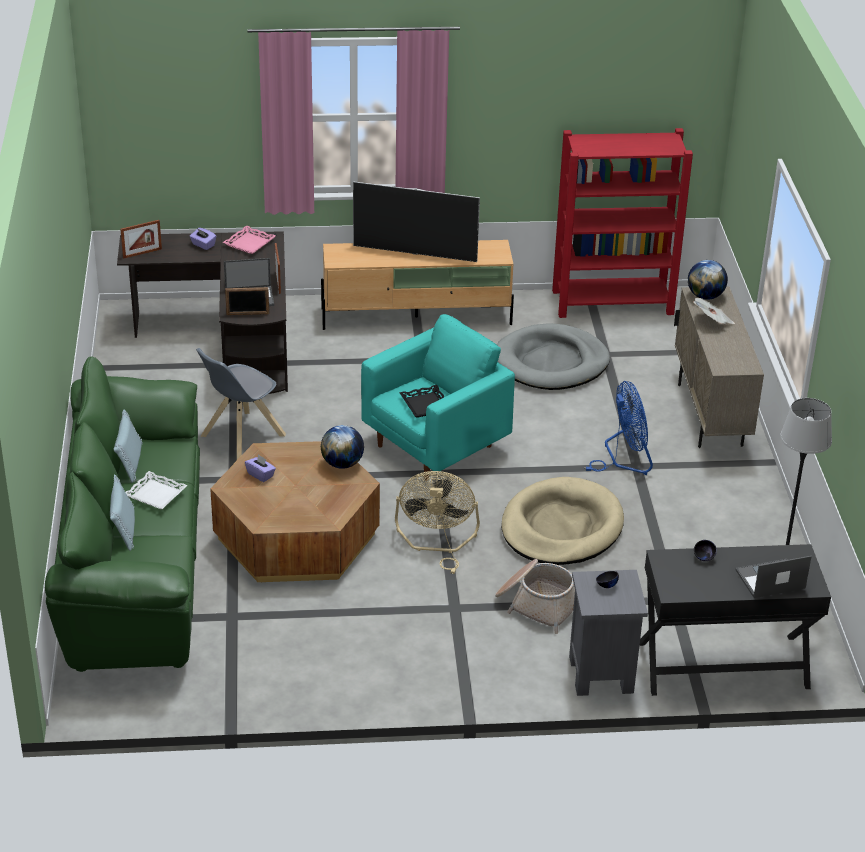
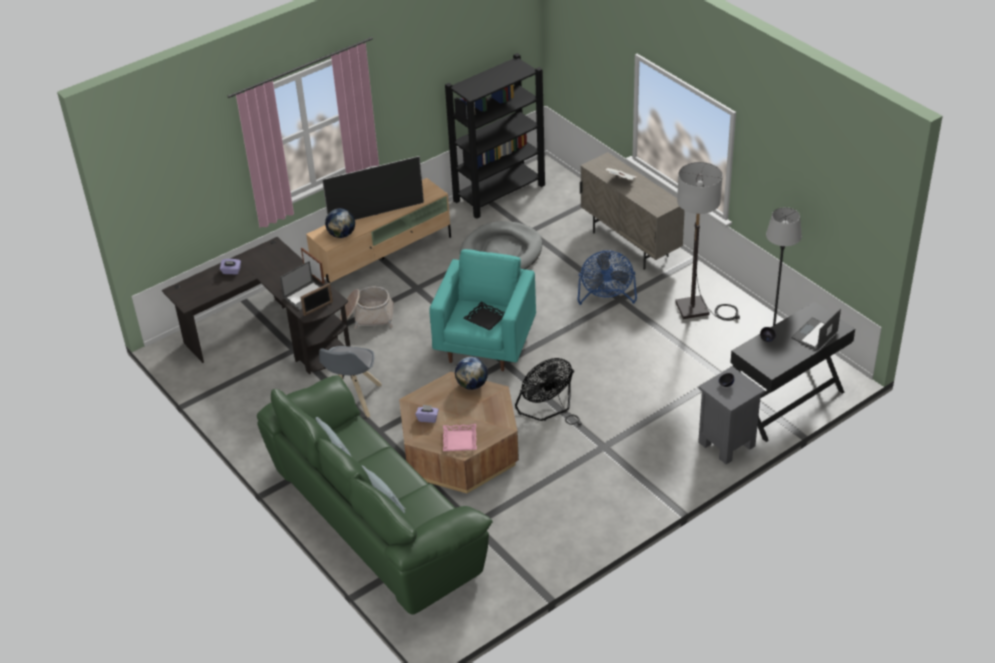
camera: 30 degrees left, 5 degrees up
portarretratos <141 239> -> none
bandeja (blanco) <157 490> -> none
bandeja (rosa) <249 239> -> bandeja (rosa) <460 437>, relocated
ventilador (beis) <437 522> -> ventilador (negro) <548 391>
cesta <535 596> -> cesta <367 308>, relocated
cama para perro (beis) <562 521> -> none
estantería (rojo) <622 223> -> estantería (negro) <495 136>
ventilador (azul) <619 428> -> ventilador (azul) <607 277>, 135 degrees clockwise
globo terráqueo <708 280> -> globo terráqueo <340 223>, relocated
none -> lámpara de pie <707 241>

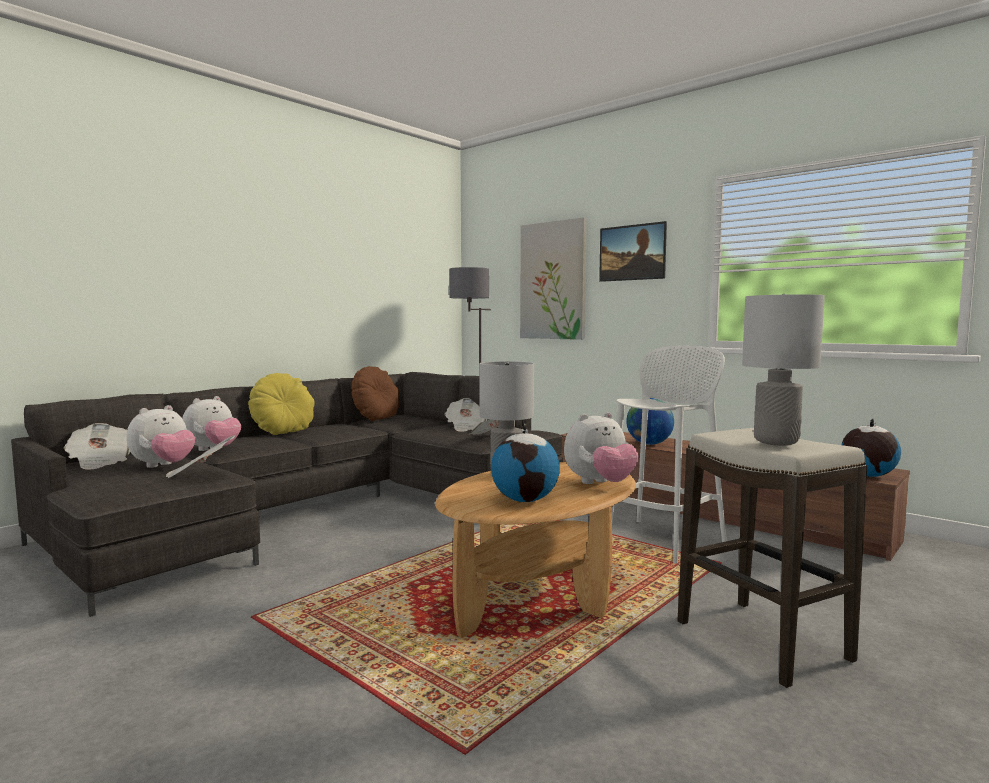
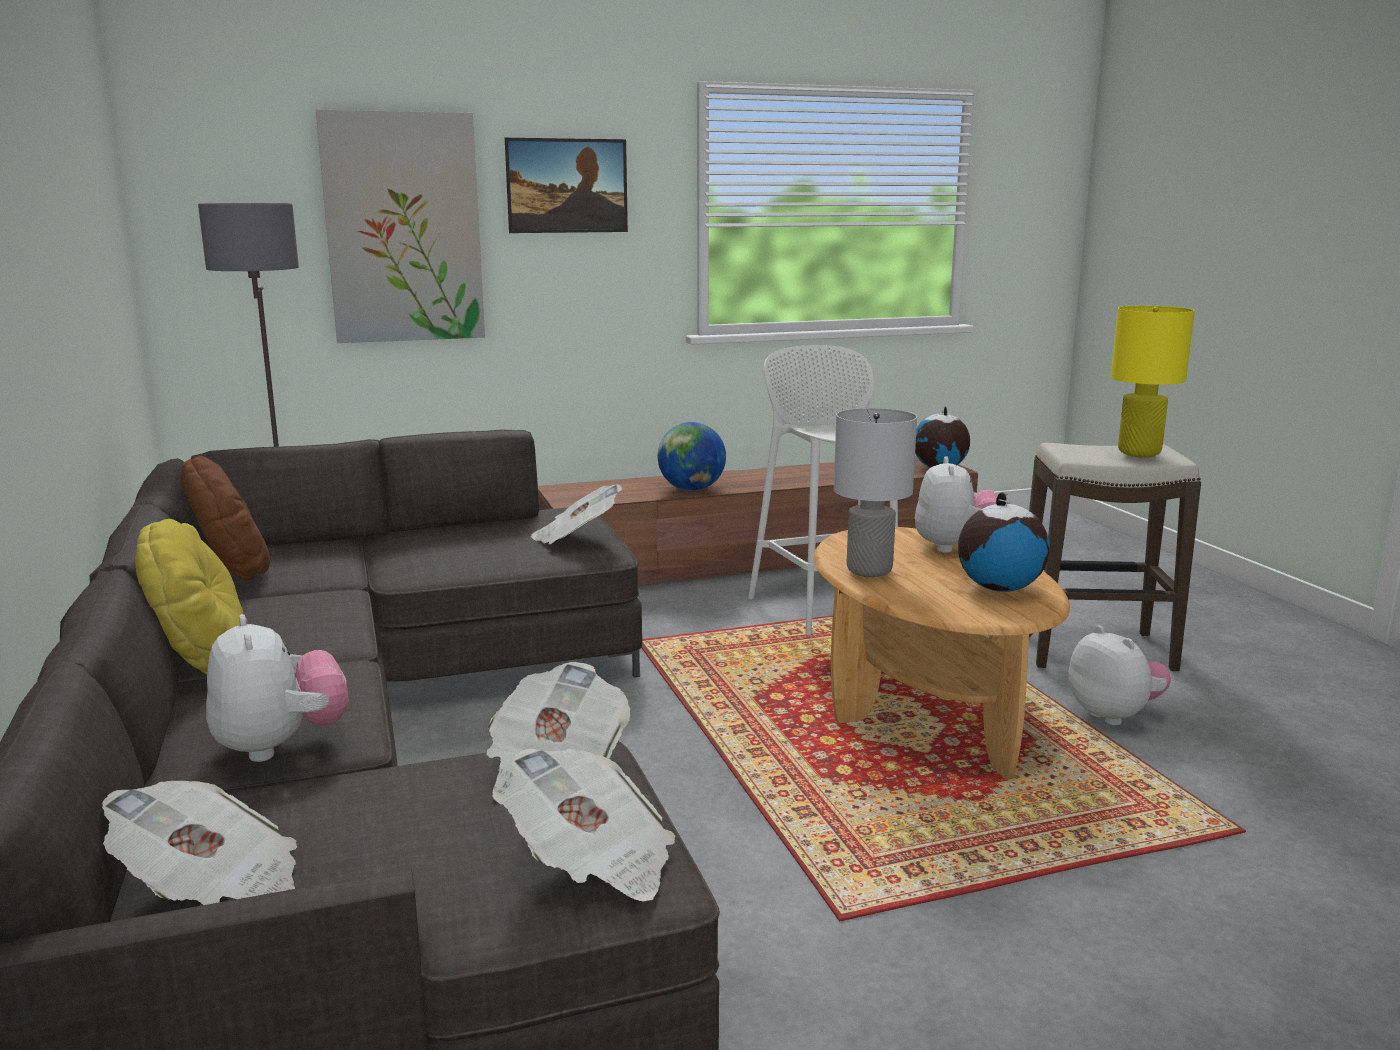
camera: 60 degrees left, 10 degrees up
peluche <160 436> -> peluche <1120 675>, relocated
periódico <466 415> -> periódico <588 825>, relocated
lámpara de mesa (gris) <783 370> -> lámpara de mesa (amarillo) <1153 382>

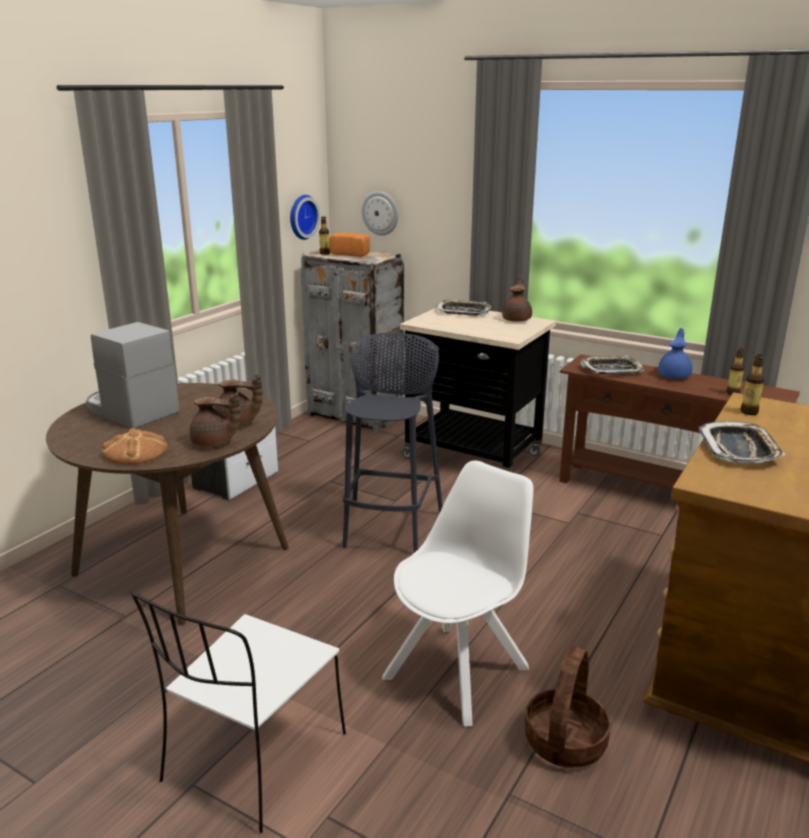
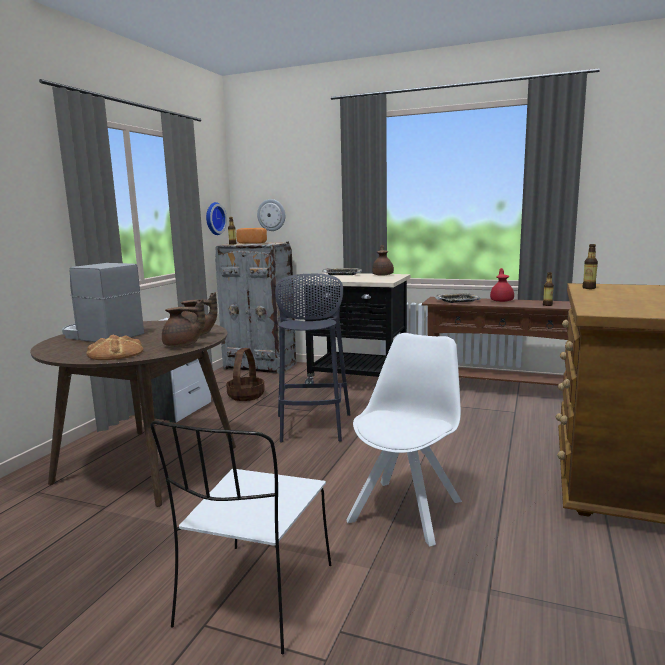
camera: 10 degrees left, 10 degrees down
cesta <568 707> -> cesta <245 374>, relocated
tetera (azul) <675 353> -> tetera (rojo) <502 285>
bandeja <742 442> -> none

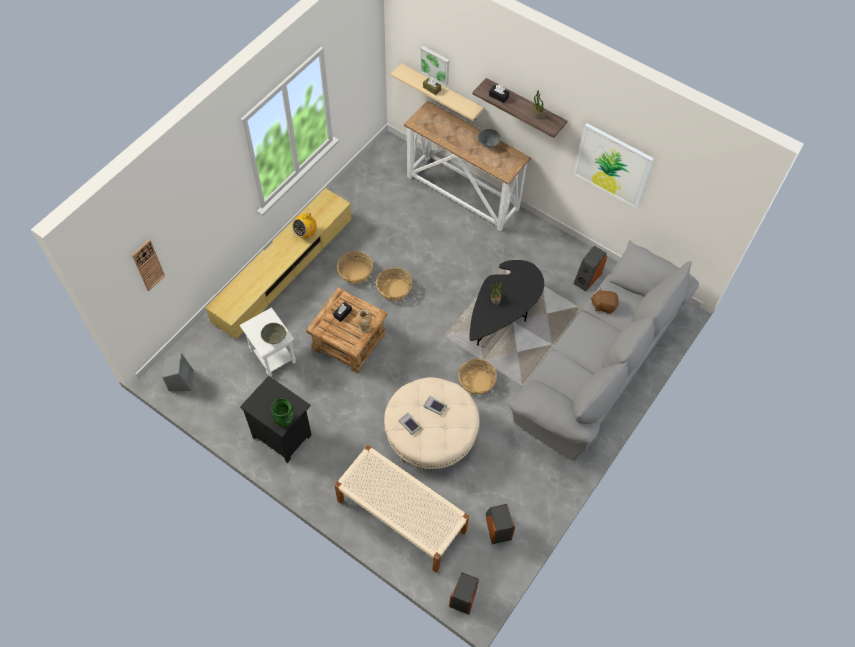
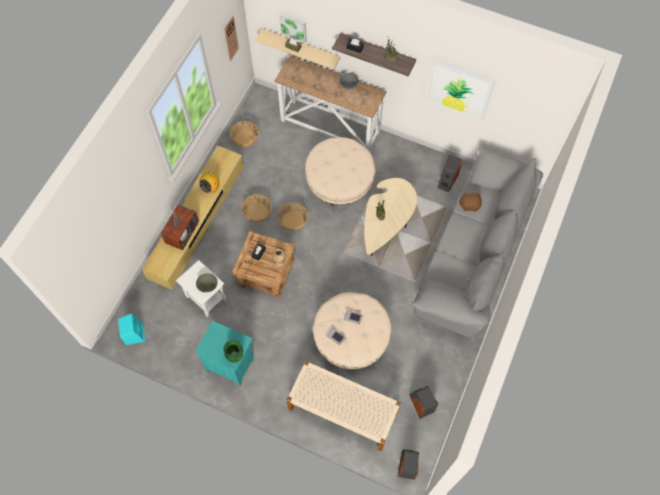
camera: 10 degrees left, 5 degrees up
reloj de pared <148 265> -> reloj de pared <231 38>, relocated
altavoz (gris) <178 372> -> altavoz (turquesa) <131 329>
mesita de noche (negro) <276 419> -> mesita de noche (turquesa) <224 353>
cesta <477 377> -> cesta <244 134>, relocated
mesa de centro (negro) <507 303> -> mesa de centro (beis) <390 217>
none -> televisor <180 227>
none -> puf (beis) <340 172>

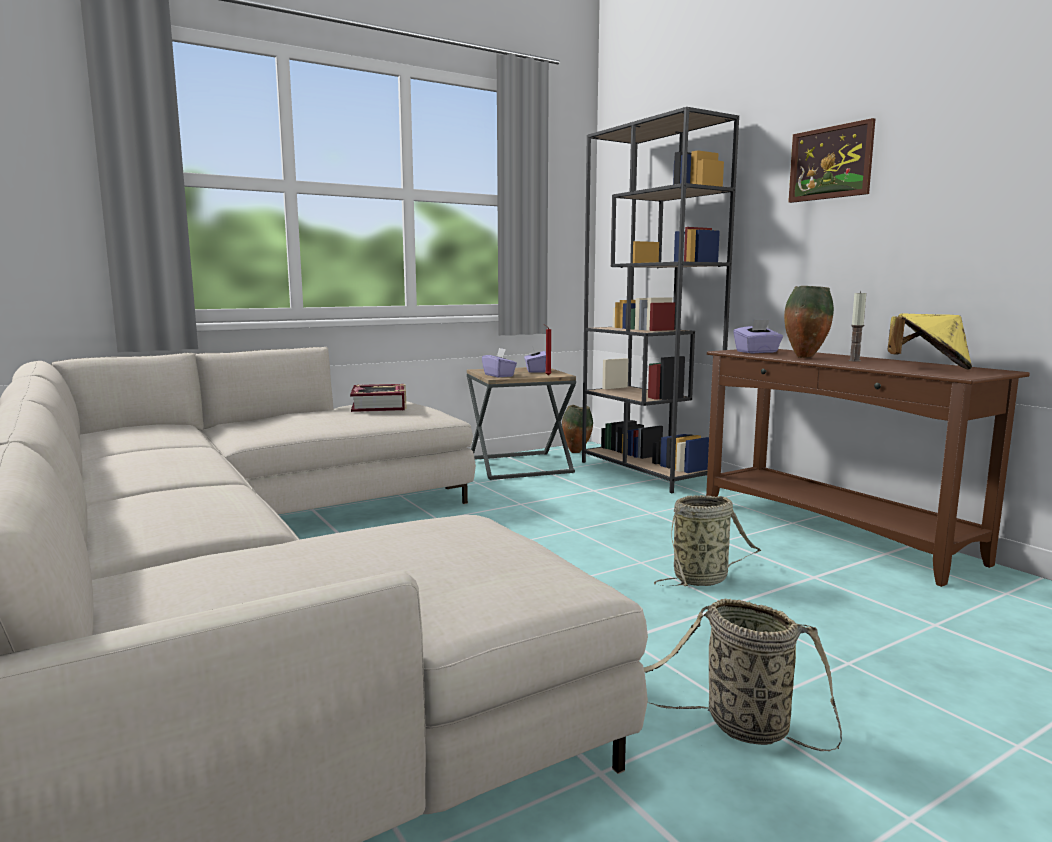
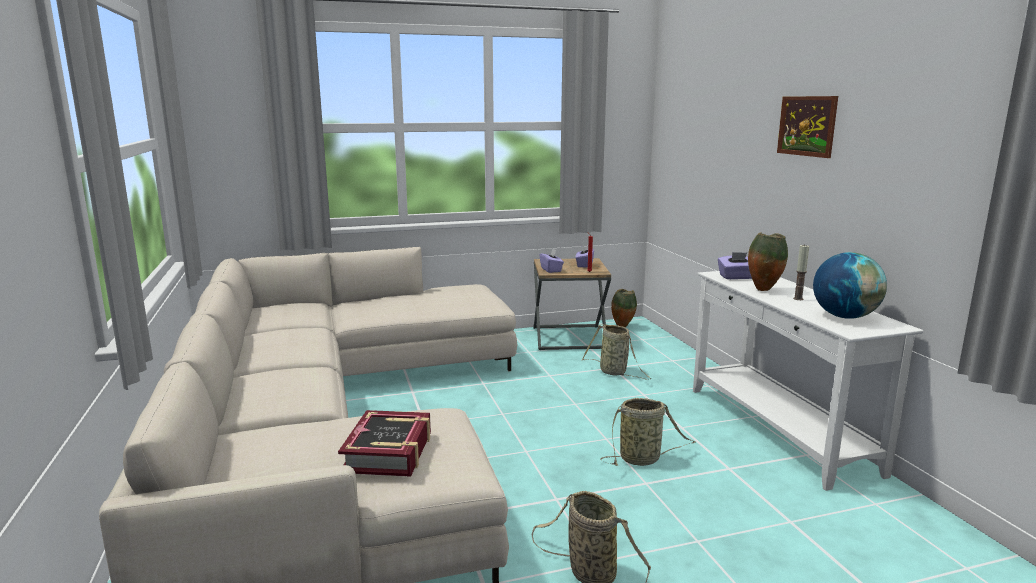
camera: 15 degrees right, 5 degrees up
libro <378 398> -> libro <384 443>, relocated
estantería <660 300> -> none
mesa consola (marrón) <868 468> -> mesa consola (blanco) <808 381>
sombrero (amarillo) <929 341> -> globo terráqueo <850 285>
none -> cesta <616 352>

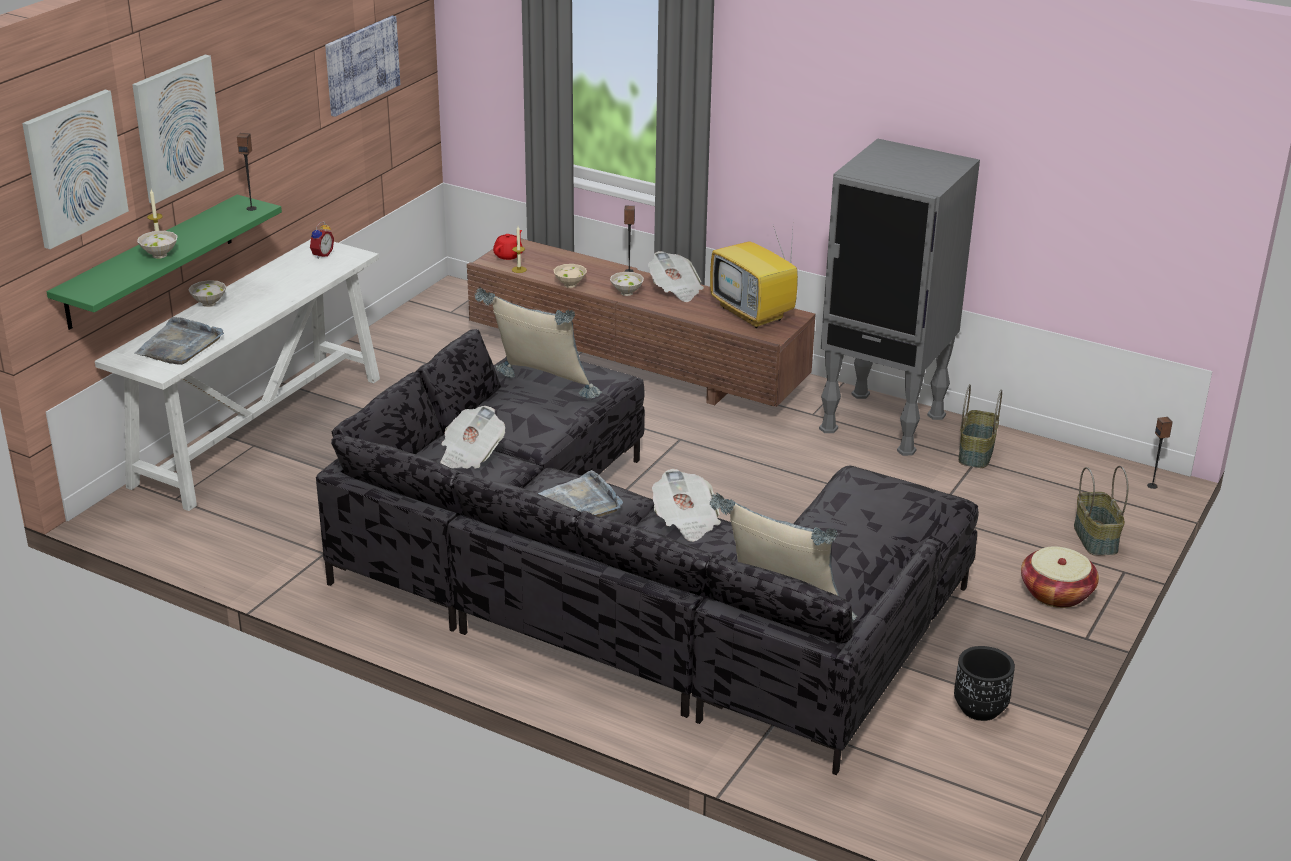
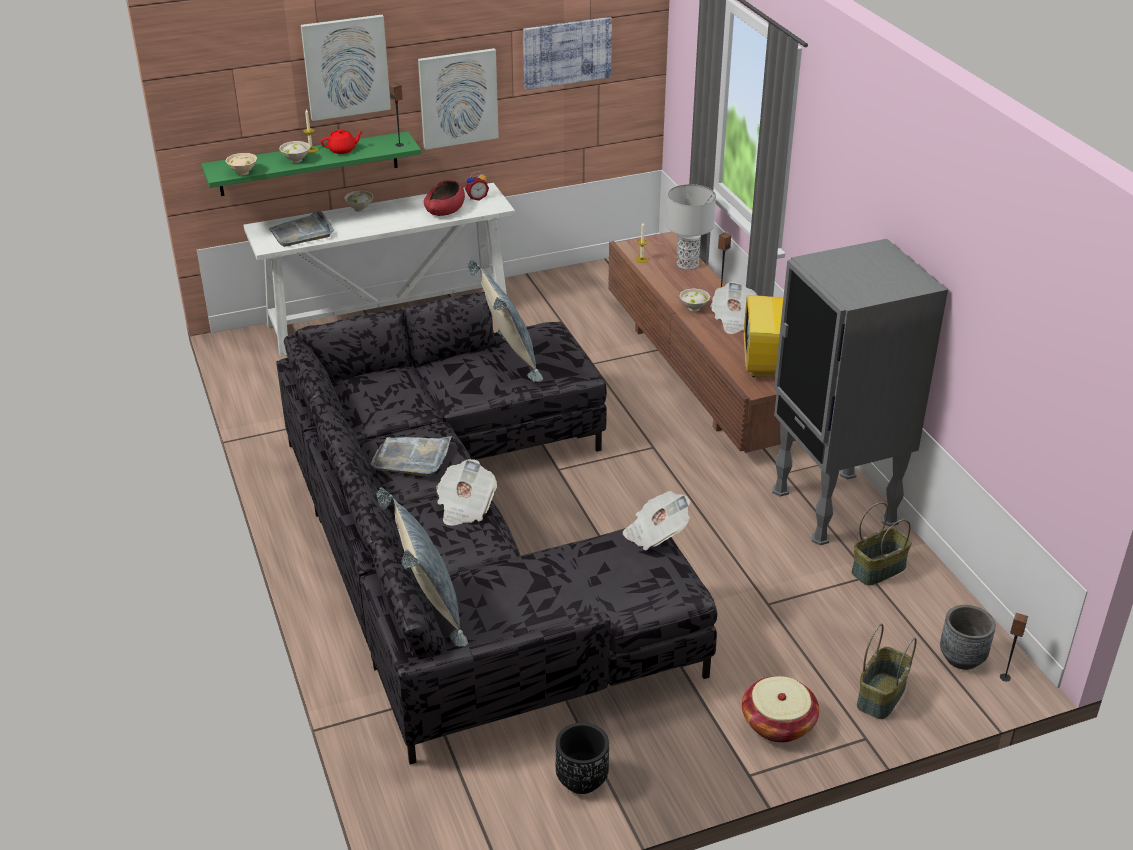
camera: 40 degrees right, 5 degrees up
cuadro <75 169> -> cuadro <458 99>, relocated
periódico <472 437> -> periódico <657 520>, relocated
tetera (rojo) <508 245> -> tetera (rojo) <342 141>, relocated
cuenco (beis) <570 276> -> cuenco (beis) <241 164>, relocated
none -> cuenco (rojo) <444 198>
none -> lámpara de mesa (blanco) <691 227>
none -> maceta (gris) <967 637>

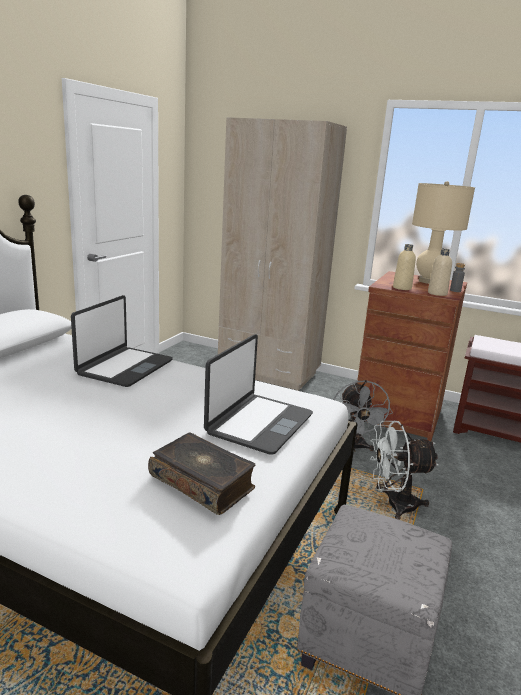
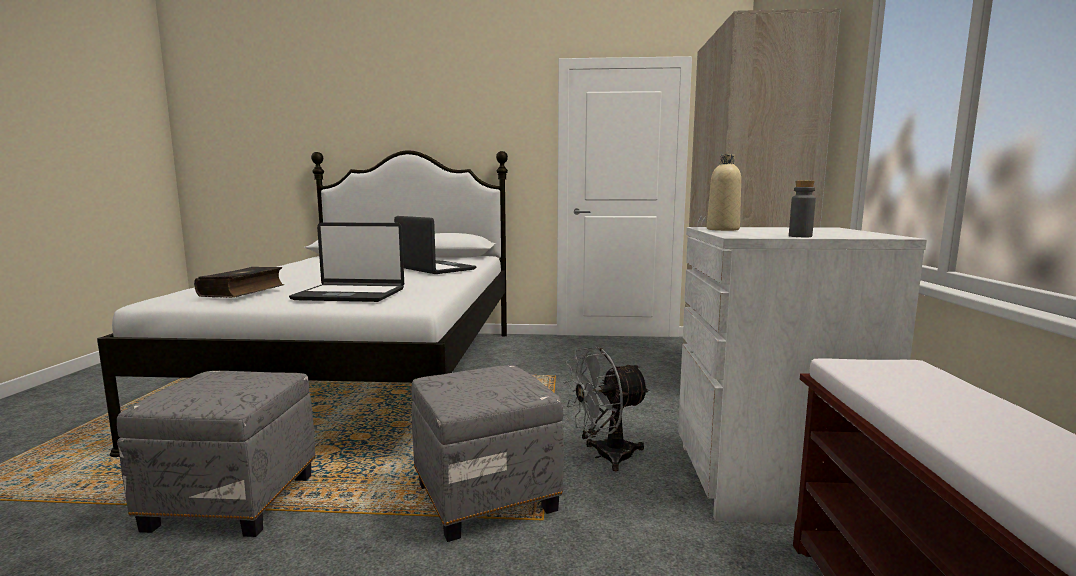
camera: 70 degrees right, 10 degrees down
portátil <122 341> -> portátil <435 245>, 135 degrees counterclockwise
cómoda (marrón) <410 356> -> cómoda (blanco) <802 375>
ventilador (blanco) <404 470> -> puf (gris) <488 453>
lámpara de mesa (beis) <443 232> -> none
botella (beis) <440 272> -> none

